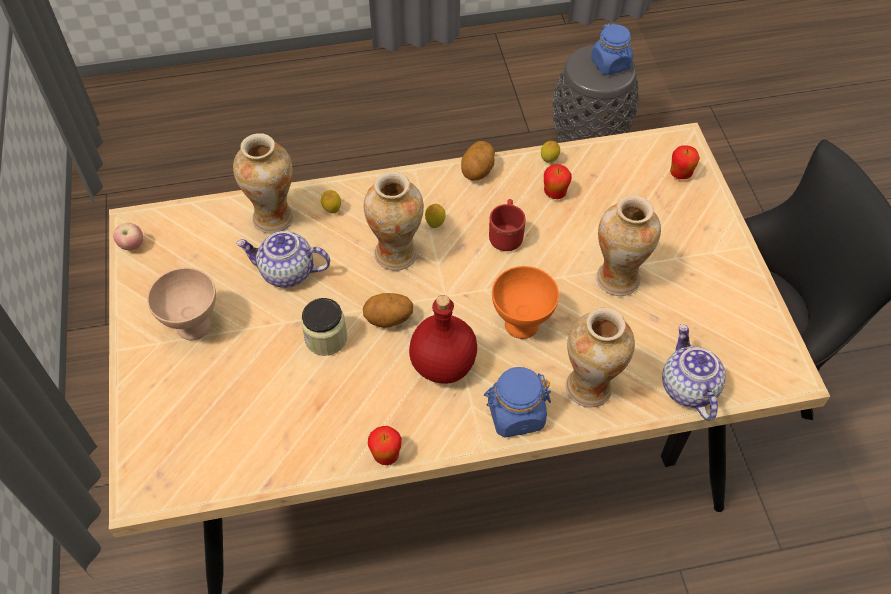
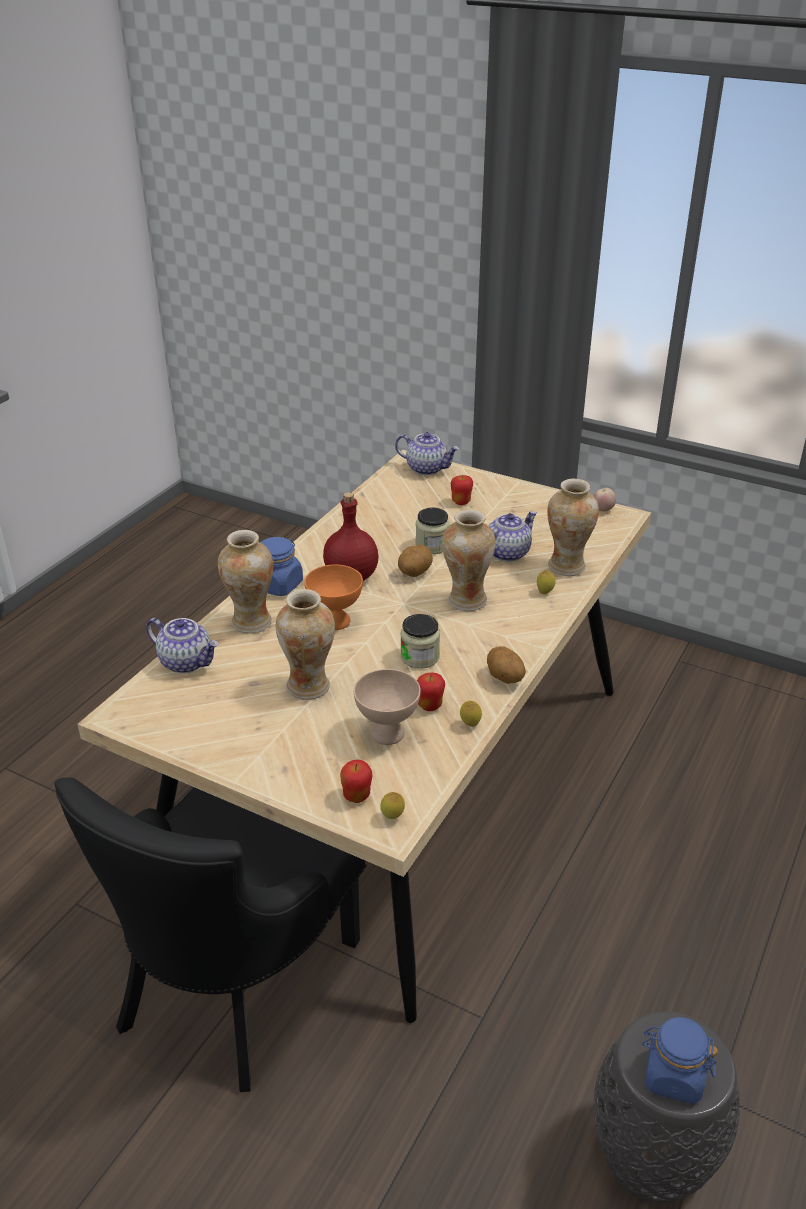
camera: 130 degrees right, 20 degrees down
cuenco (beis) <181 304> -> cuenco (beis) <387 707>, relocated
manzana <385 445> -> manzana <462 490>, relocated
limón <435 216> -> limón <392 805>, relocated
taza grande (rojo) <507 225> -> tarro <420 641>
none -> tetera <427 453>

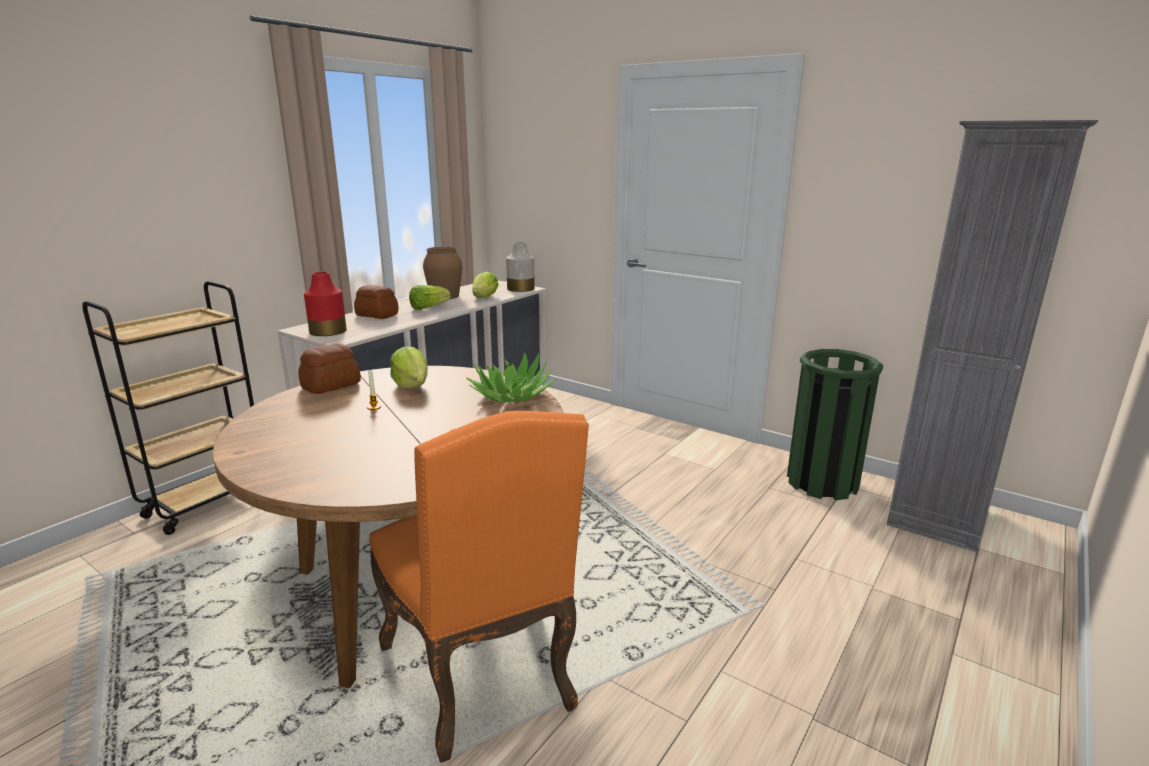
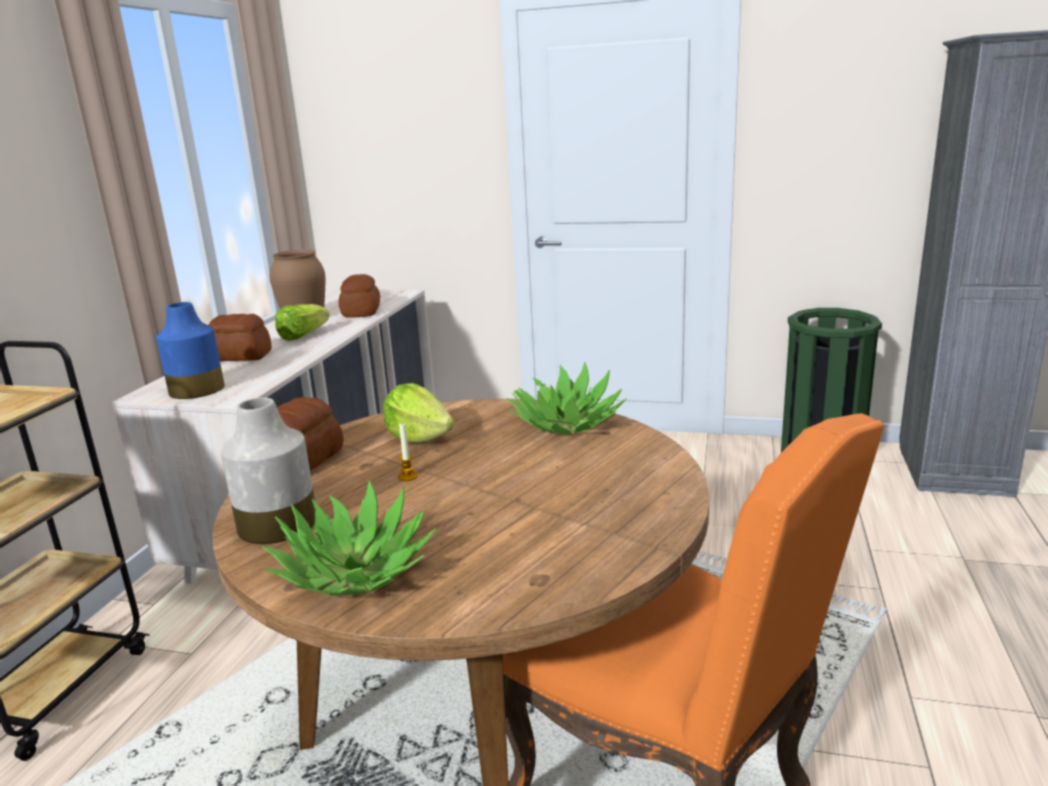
camera: 20 degrees left, 0 degrees up
florero (rojo) <325 304> -> florero (azul) <190 350>
lechuga <485 285> -> pan <359 296>
florero (beis) <520 267> -> florero (beis) <268 470>, relocated
none -> planta en maceta <349 537>

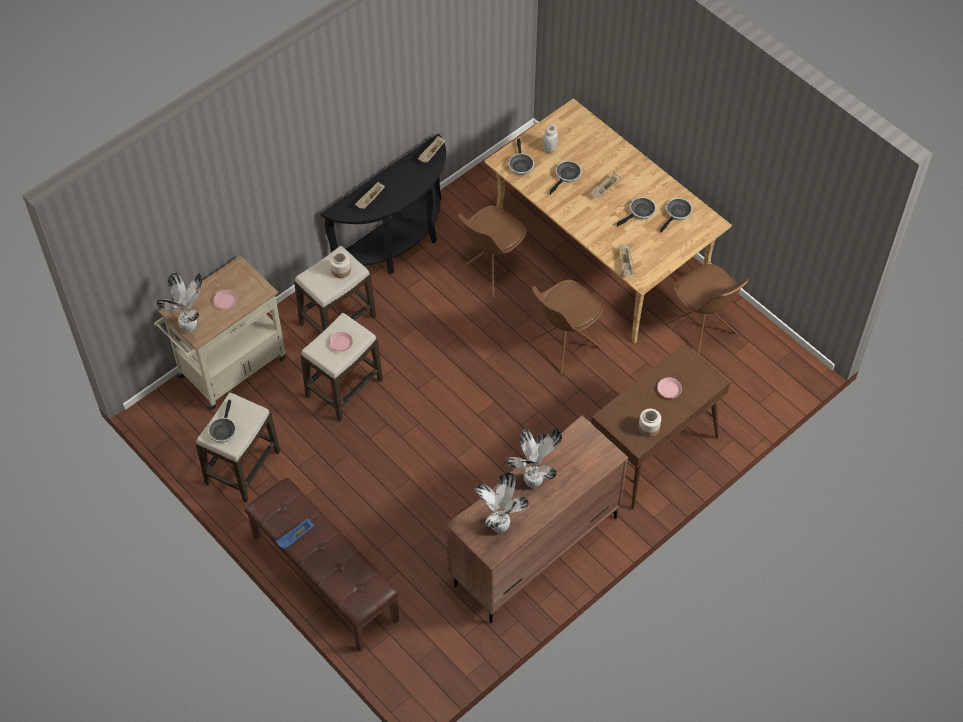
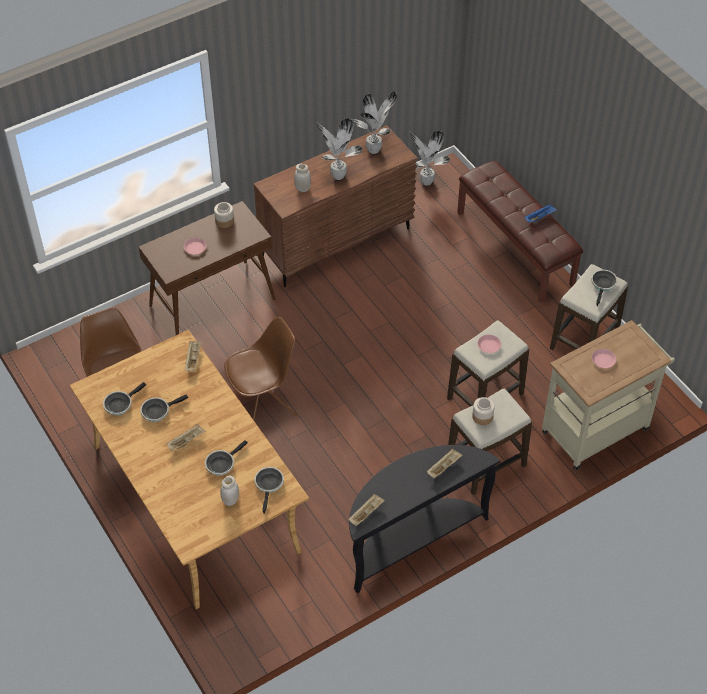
camera: 170 degrees left, 5 degrees down
planta en maceta <179 302> -> planta en maceta <430 158>, relocated
silla (marrón) <492 251> -> none
none -> tarro (blanco) <302 178>

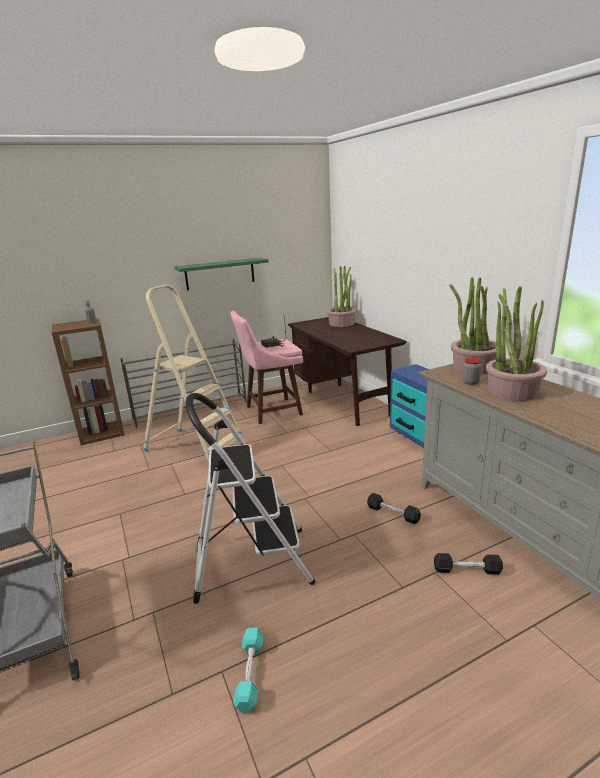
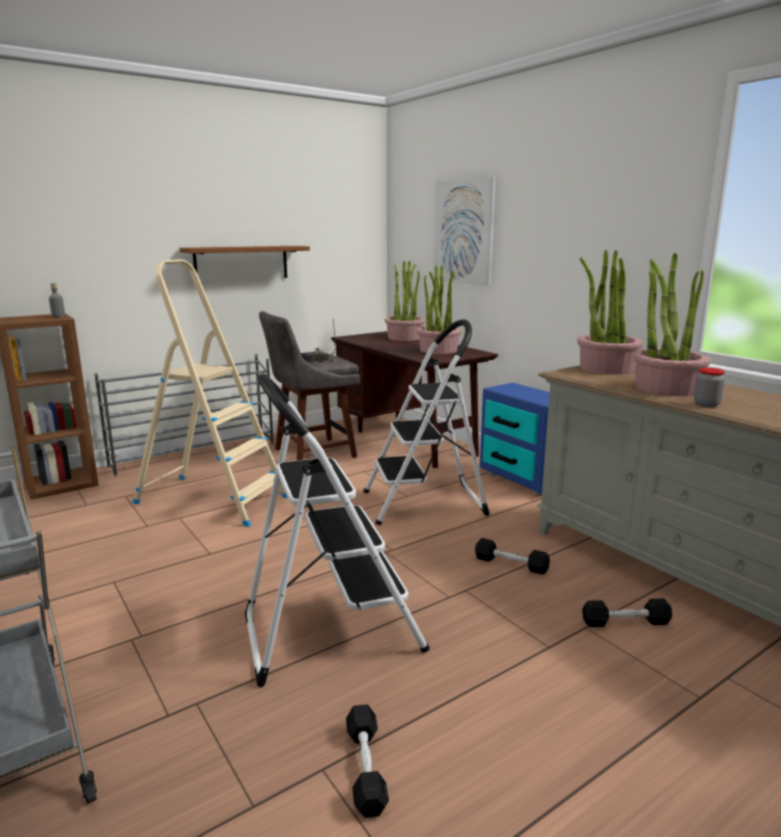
camera: 10 degrees left, 5 degrees down
estante (verde) <221 274> -> estante (marrón) <244 262>
taburete (rosa) <267 367> -> taburete (gris) <309 385>
mancuerna (turquesa) <248 670> -> mancuerna (negro) <367 761>
tarro <472 371> -> tarro <709 387>, relocated
none -> escalera de tijera <426 422>
none -> planta en maceta <439 309>
none -> cuadro <465 231>

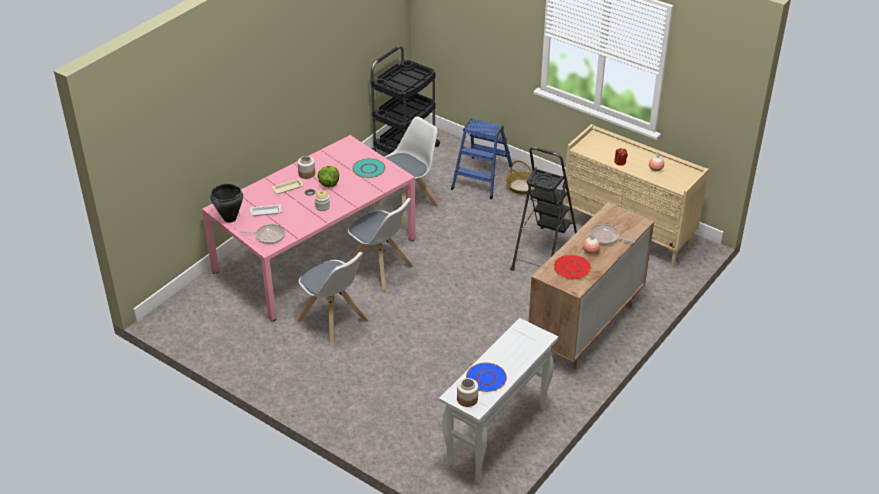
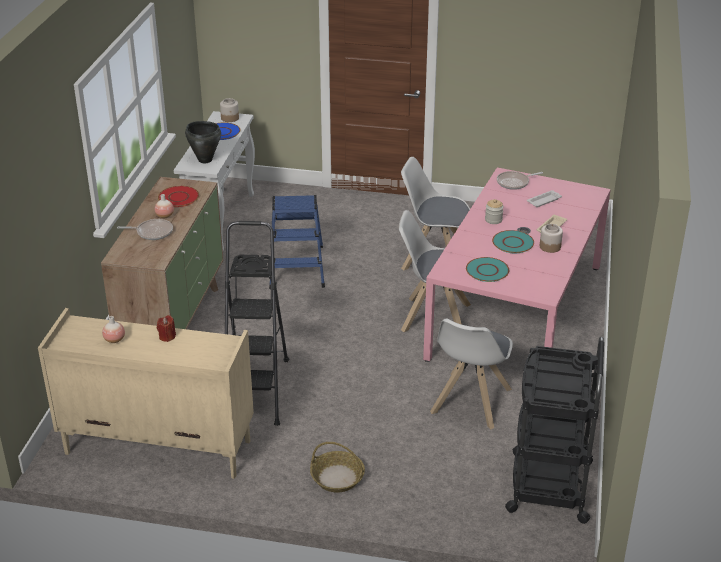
camera: 155 degrees right, 5 degrees down
olla (negro) <227 203> -> olla (negro) <203 142>, relocated
lechuga <328 176> -> plato (turquesa) <513 241>
escalera de tijera (azul) <481 159> -> escalera de tijera (azul) <297 242>, relocated

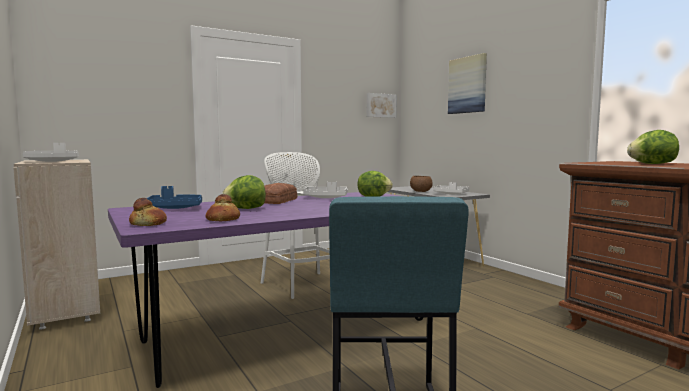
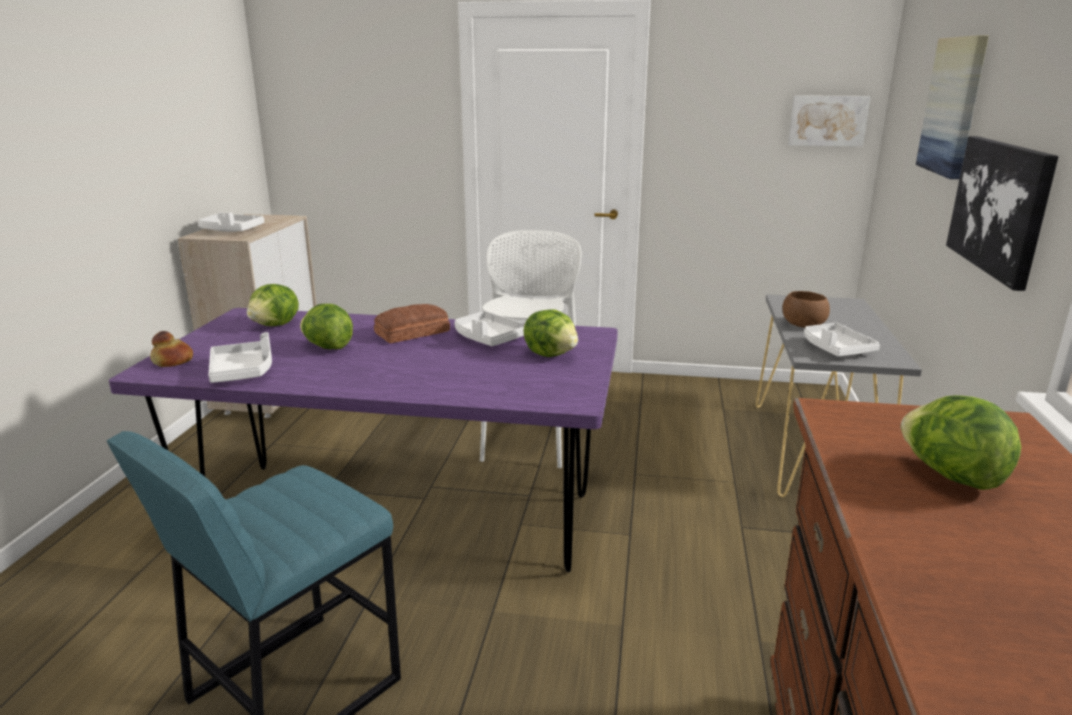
camera: 40 degrees right, 15 degrees up
bandeja (azul) <174 197> -> lechuga <273 305>
pan <223 207> -> bandeja (blanco) <240 357>
none -> cuadro <1002 213>

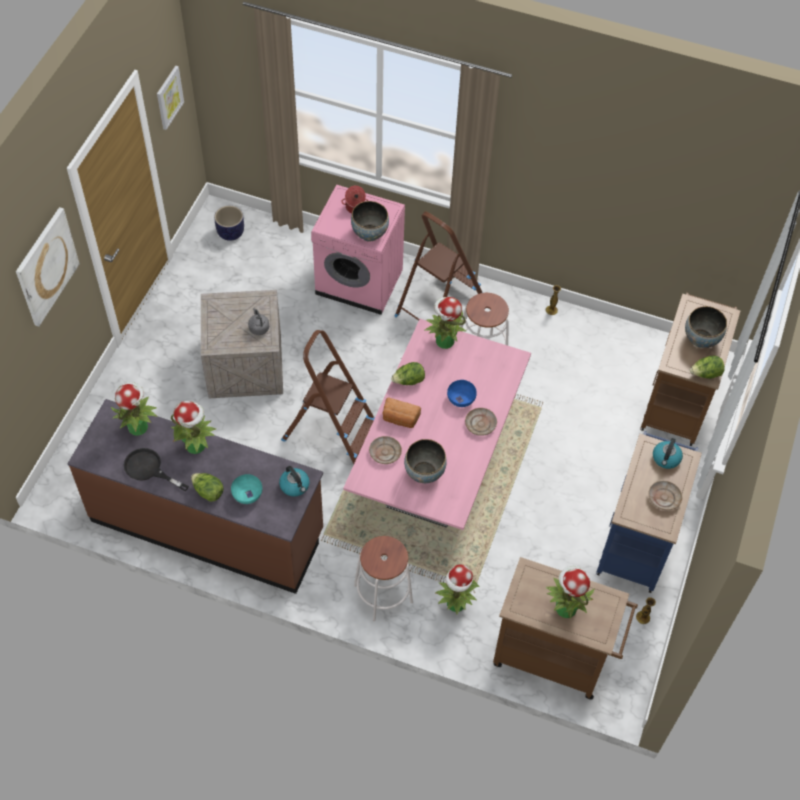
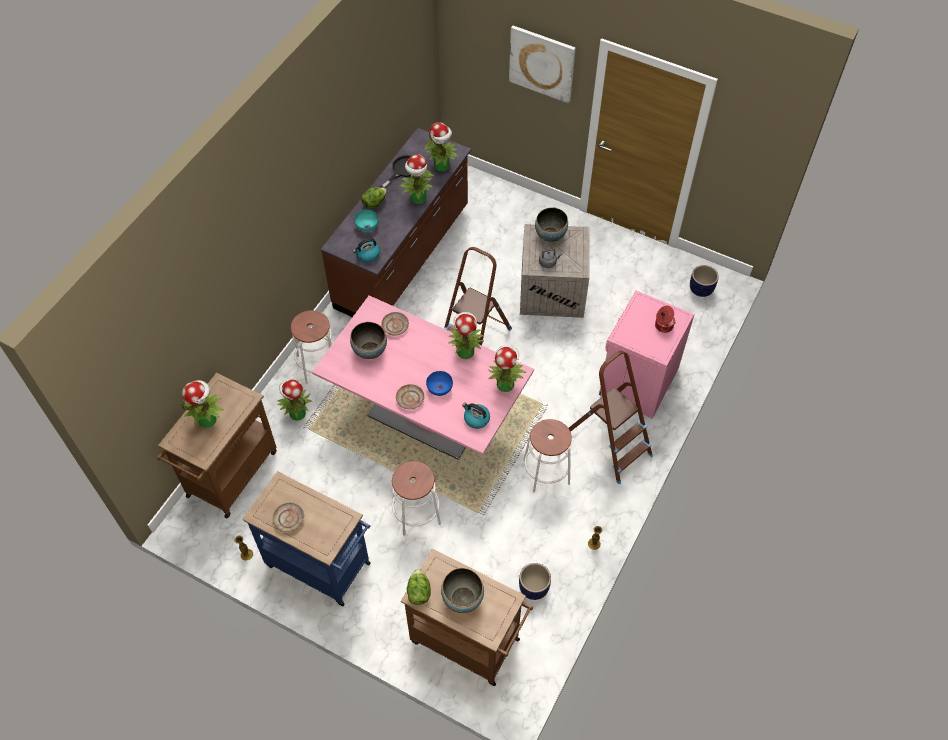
camera: 100 degrees right, 0 degrees up
cuadro <170 98> -> none
cuenco <370 221> -> cuenco <551 225>, relocated
pan <402 413> -> none
lechuga <408 373> -> planta en maceta <466 335>
hervidor <668 453> -> hervidor <476 416>, relocated
none -> taburete (blanco) <416 498>
none -> maceta <535 581>

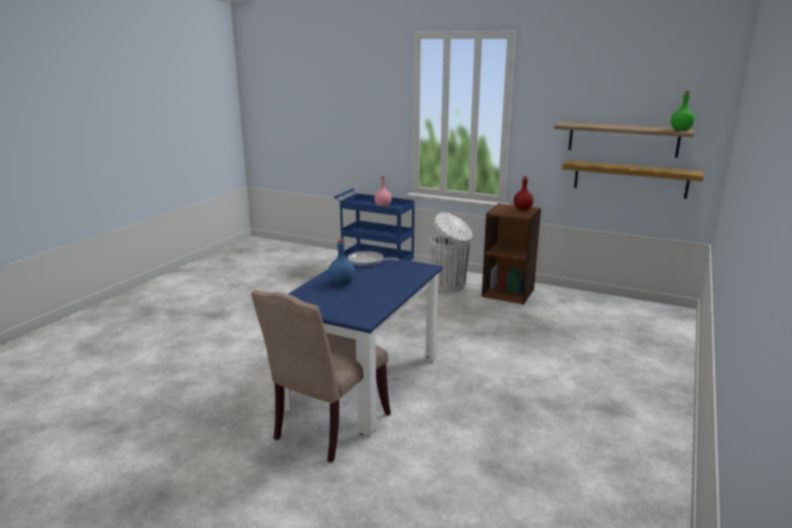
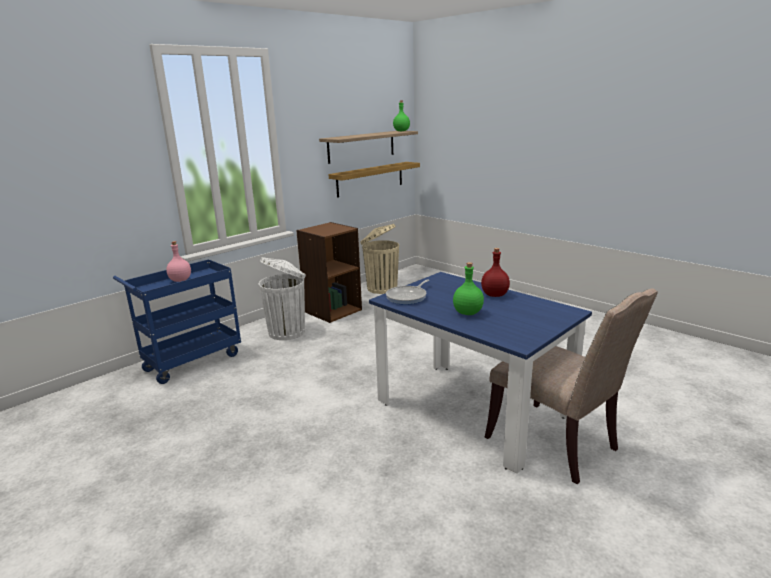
camera: 70 degrees left, 0 degrees up
botella (azul) <341 262> -> botella (verde) <468 288>
botella (rojo) <523 193> -> botella (rojo) <495 272>, relocated
none -> papelera (beis) <379 259>

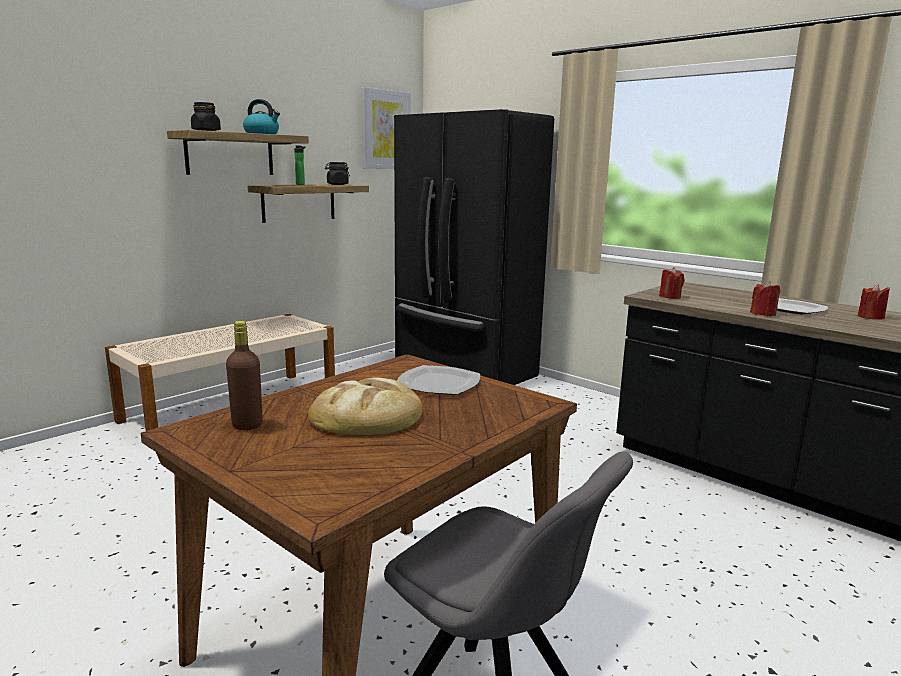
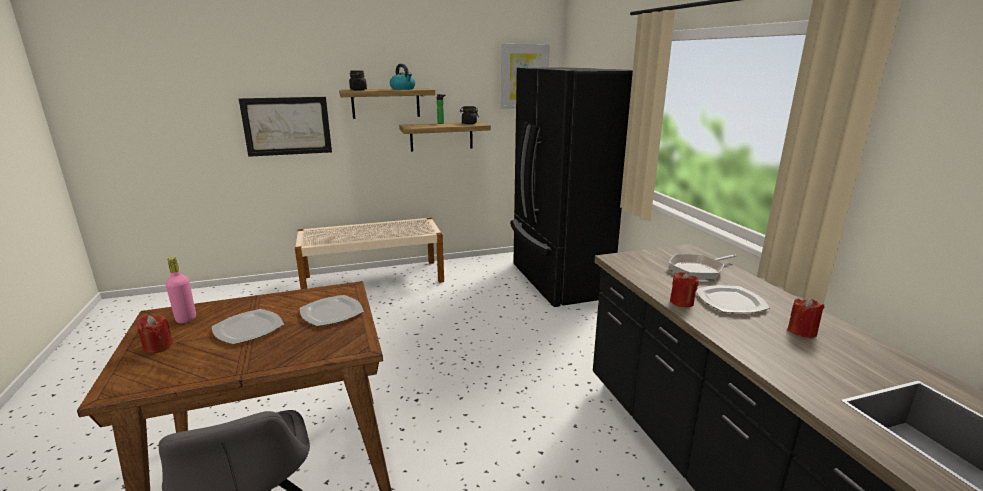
camera: 30 degrees right, 5 degrees up
botella (marrón) <244 375> -> botella (rosa) <181 290>
pan <365 406> -> plato <248 327>
vela (rojo) <671 283> -> vela (rojo) <155 334>, relocated
none -> cuadro <285 127>
none -> sartén <703 267>

